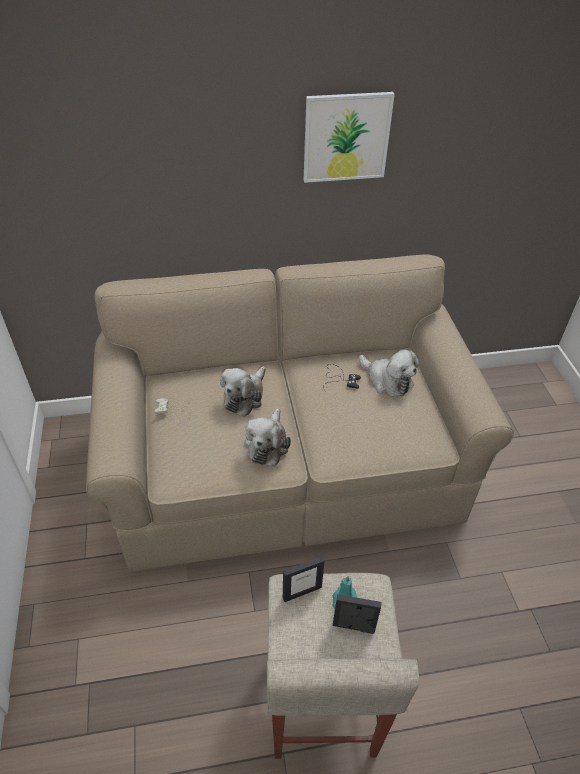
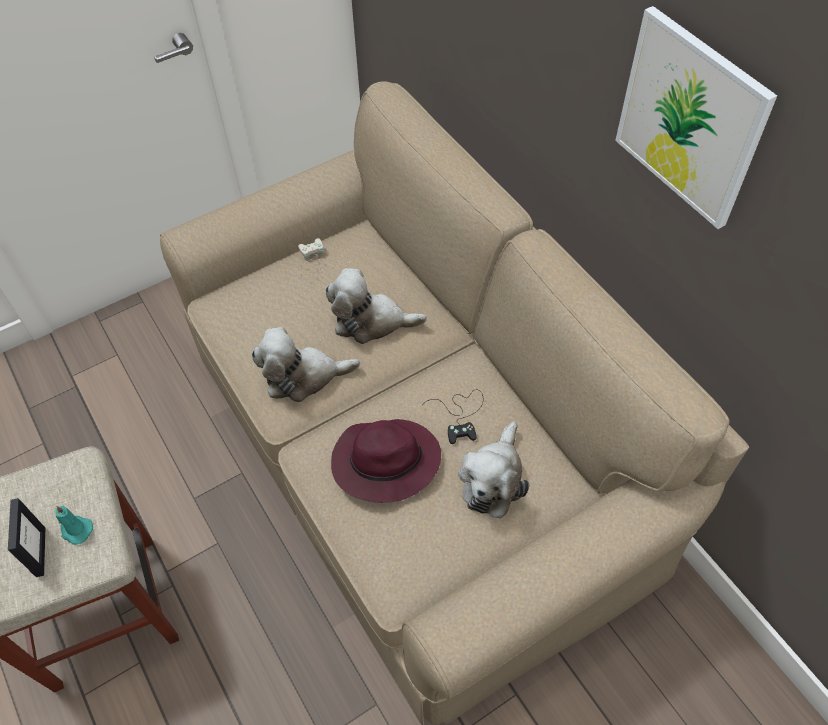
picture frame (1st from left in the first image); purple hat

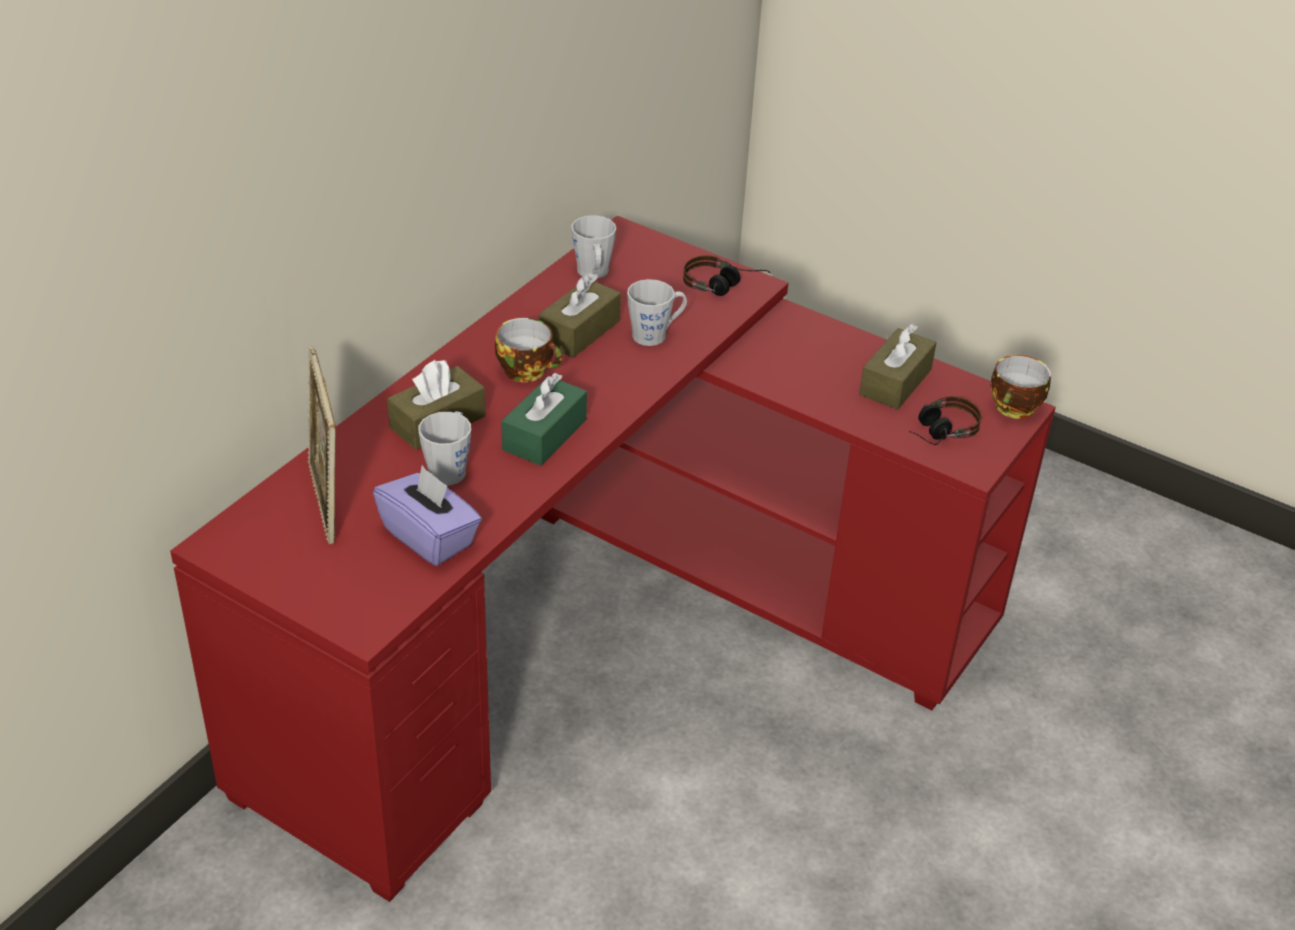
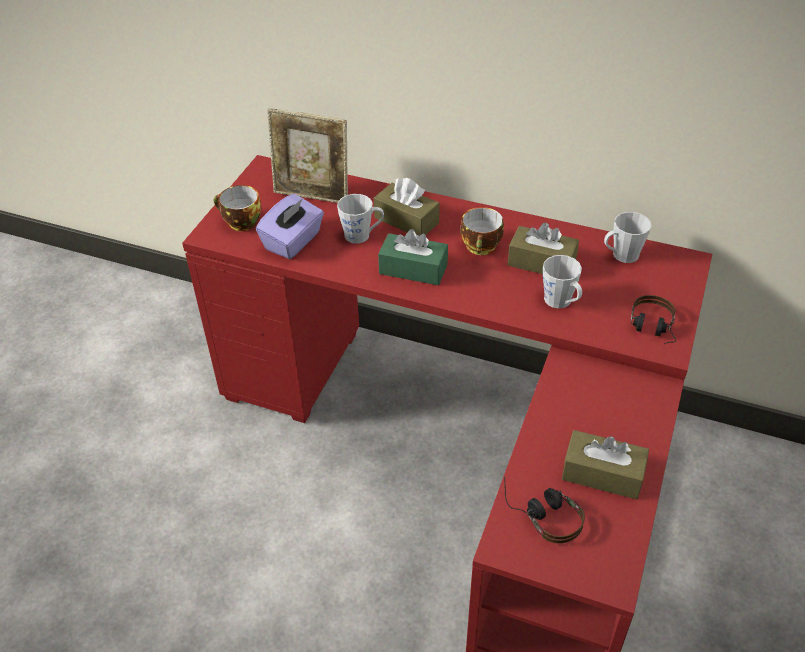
picture frame; cup (1st from left)

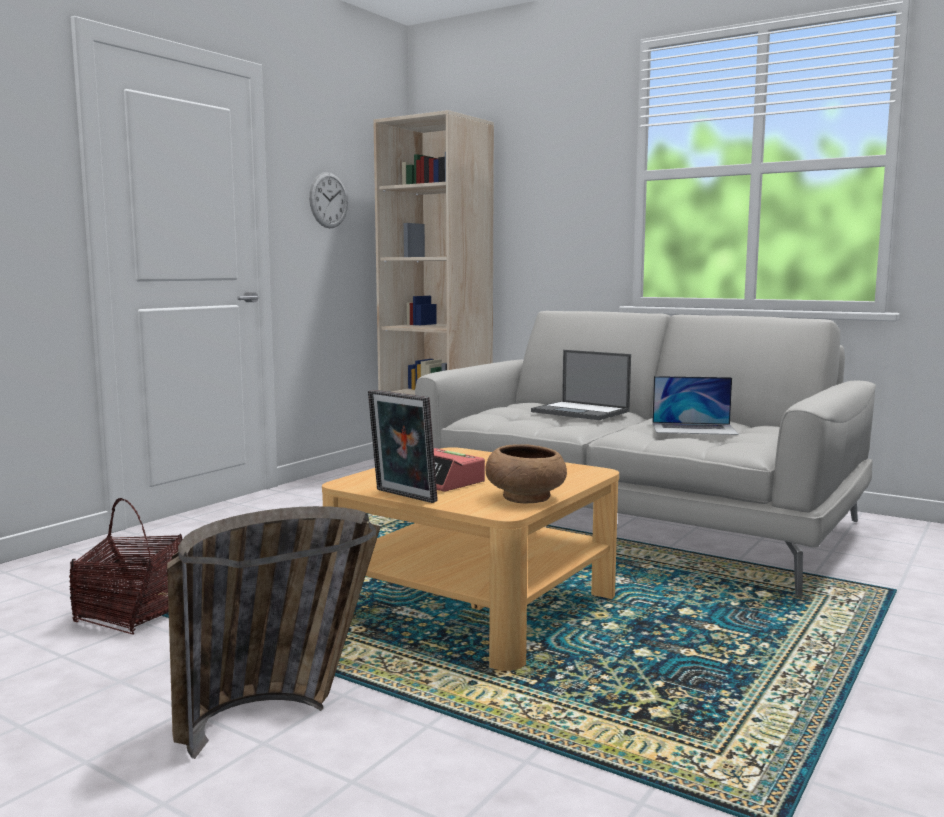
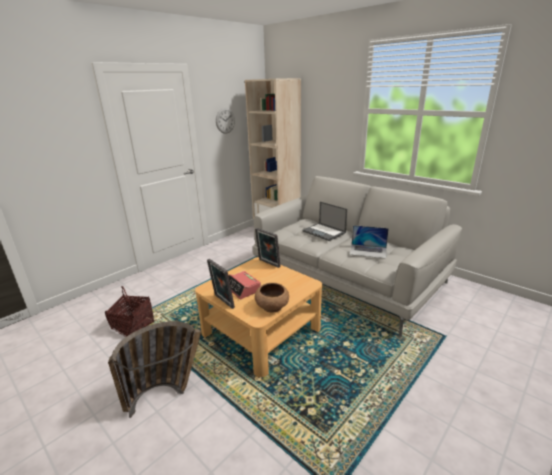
picture frame (2nd from left)

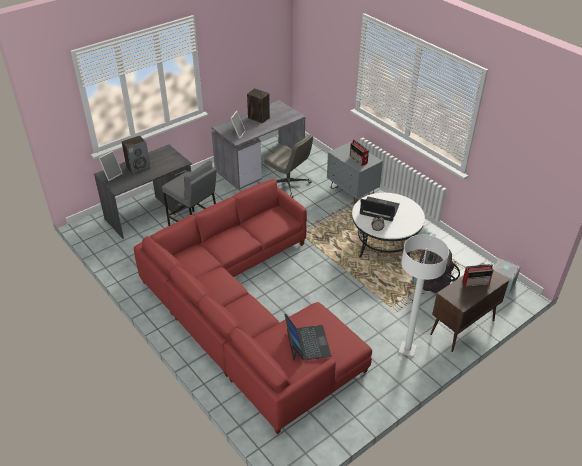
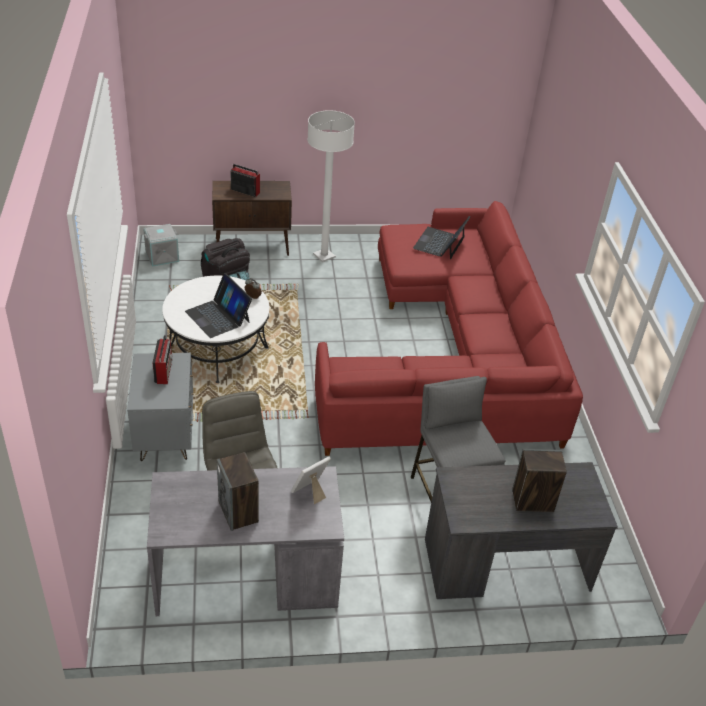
picture frame (1st from left in the first image)

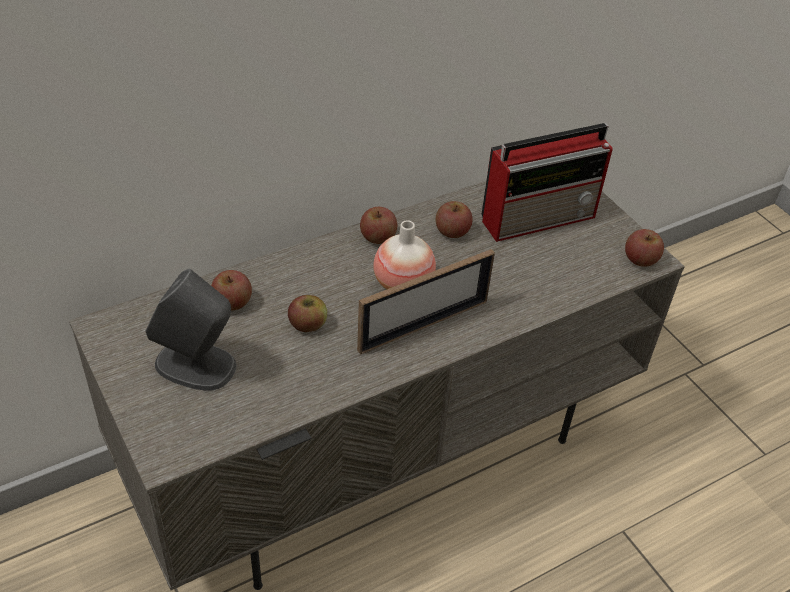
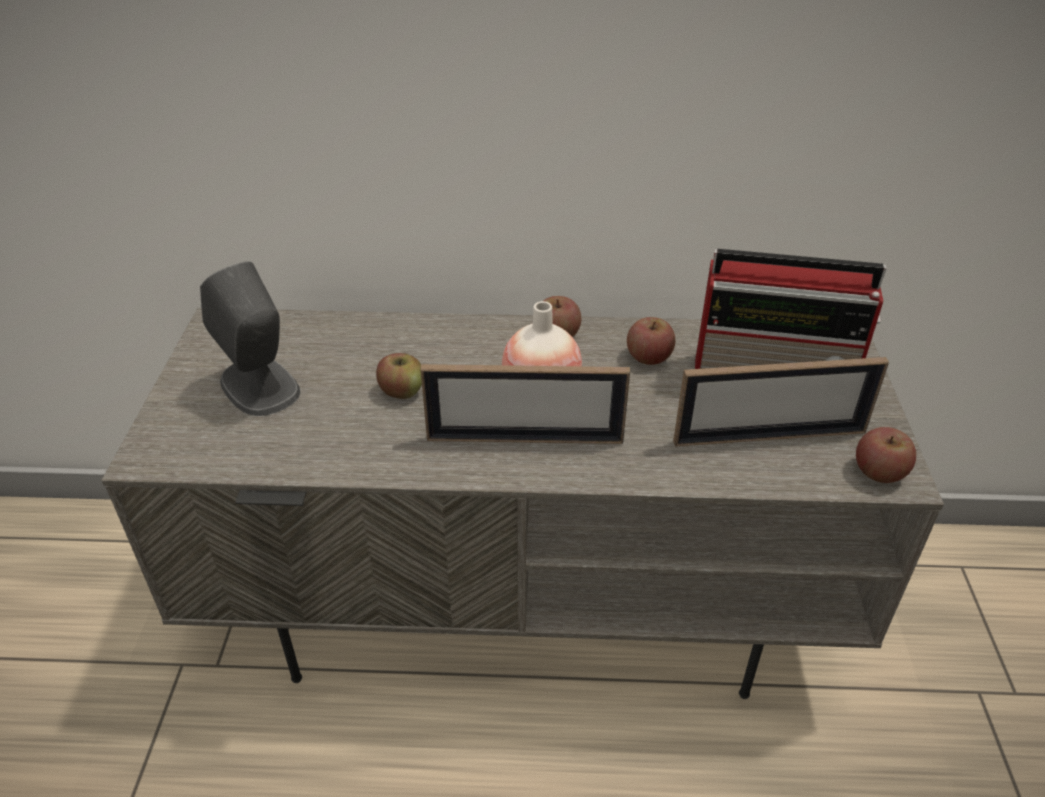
apple (1st from left in the first image); picture frame (2nd from left)

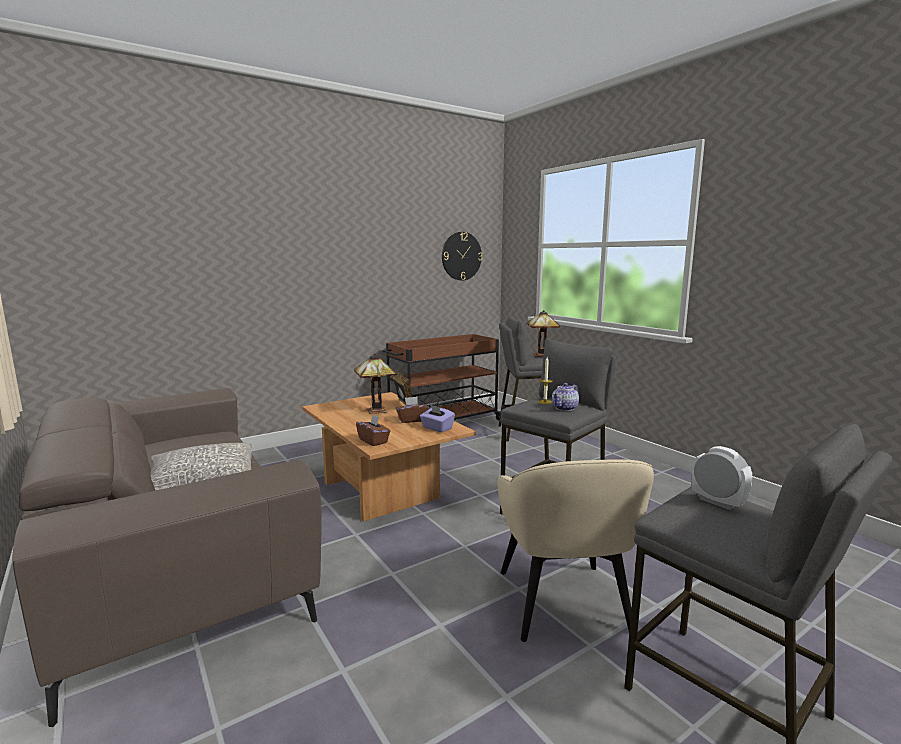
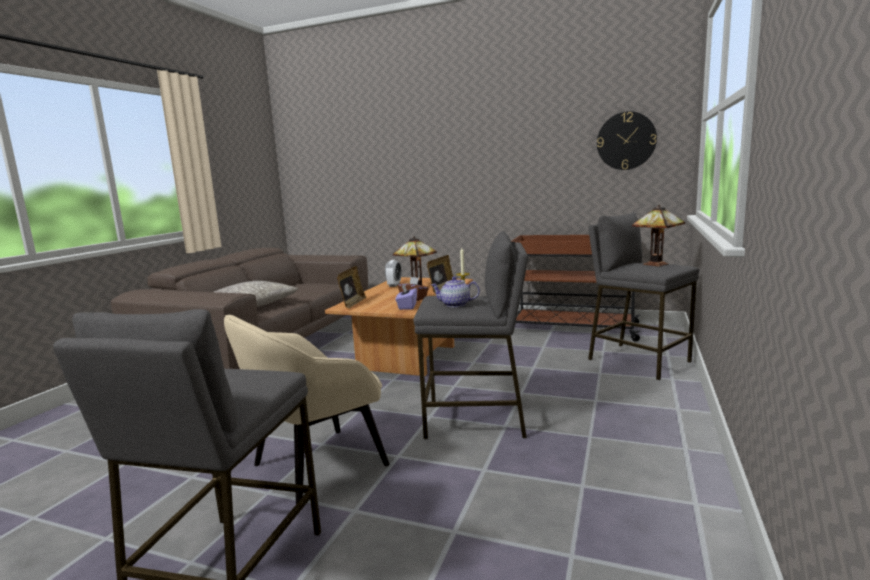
picture frame (1st from left); bedside clock

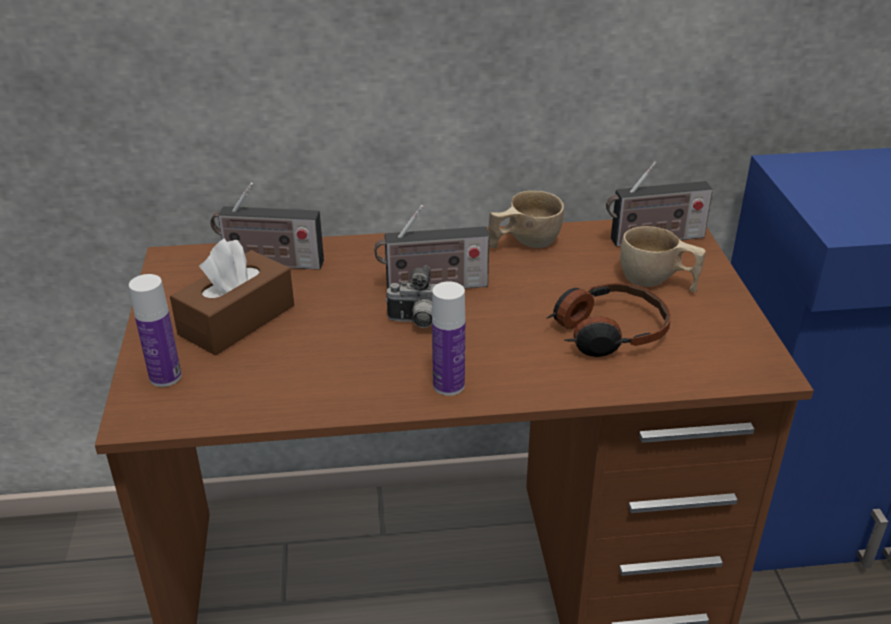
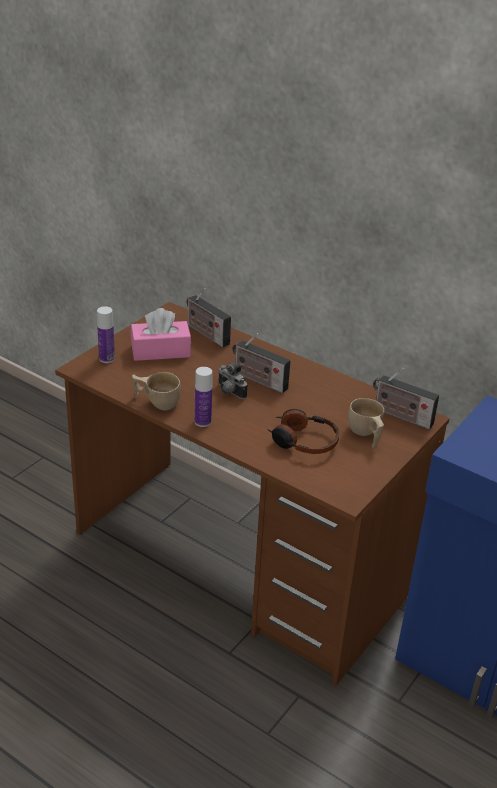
pink-coloured tissue box; beige-coloured cup (1st from left)

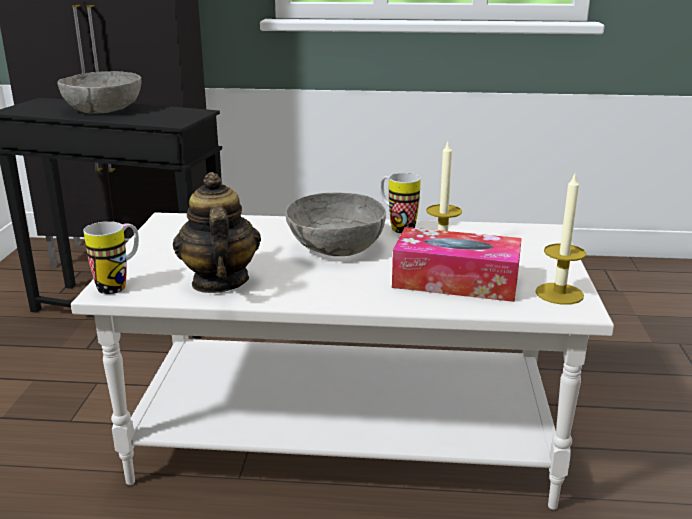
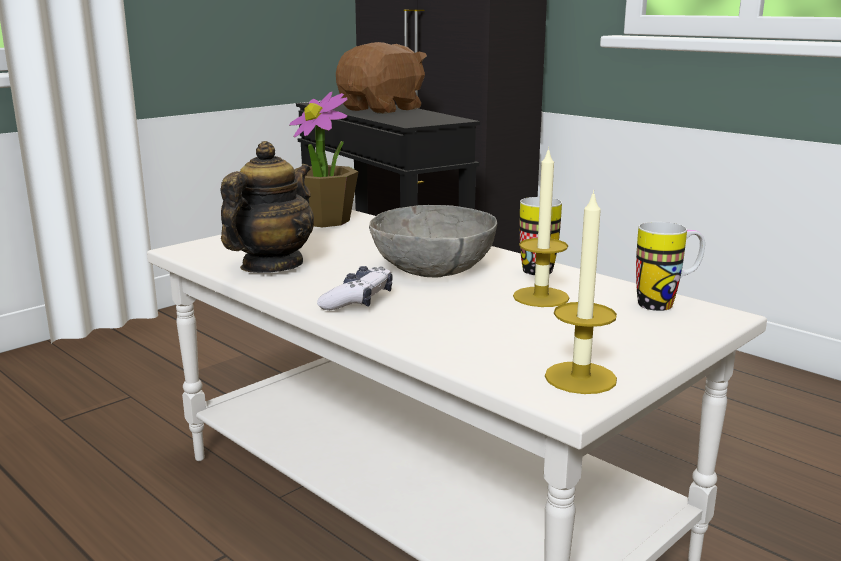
brownish plush toy; coffee mug (2nd from left); tissue box; plant in a pot; game controller

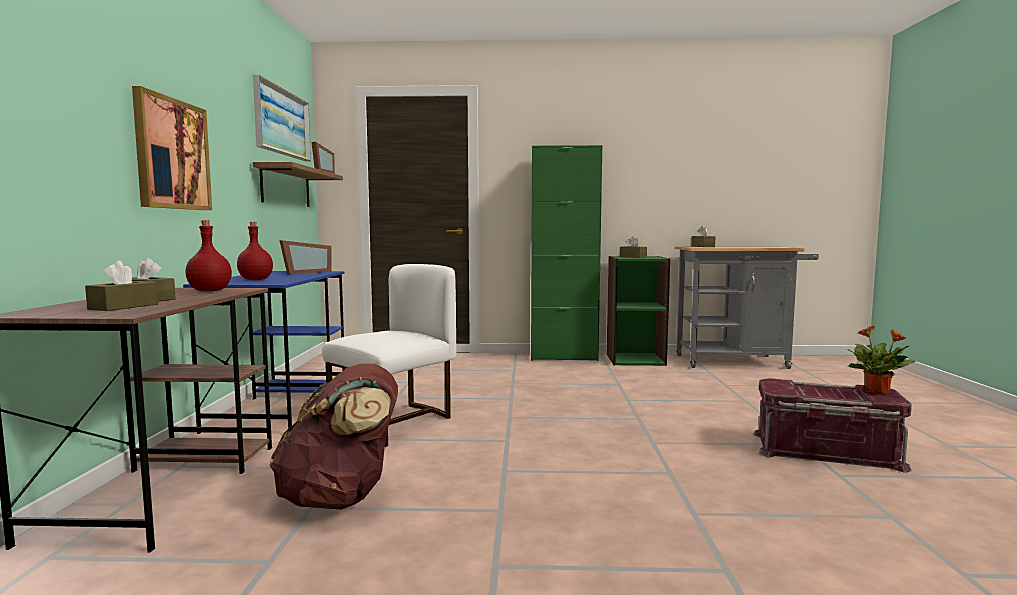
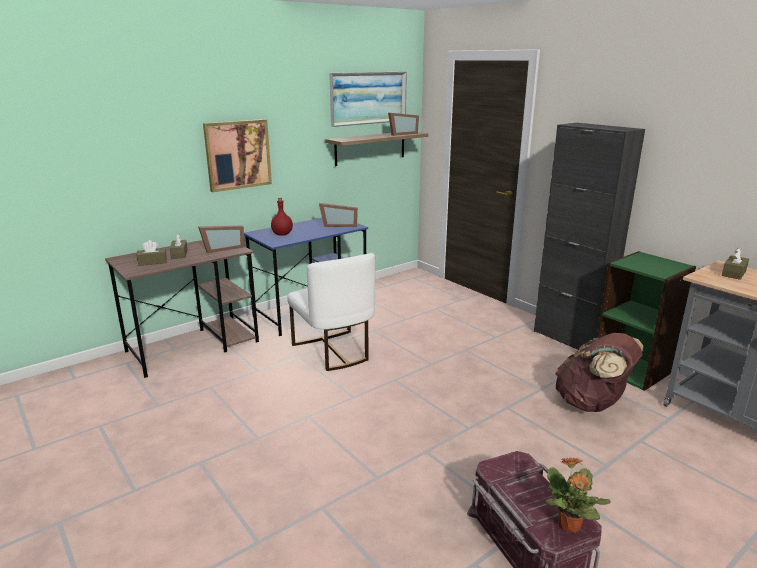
picture frame (1st from left); brownish rucksack; whitish chair; blackish cupboard; brownish tissue box (3rd from left in the first image)

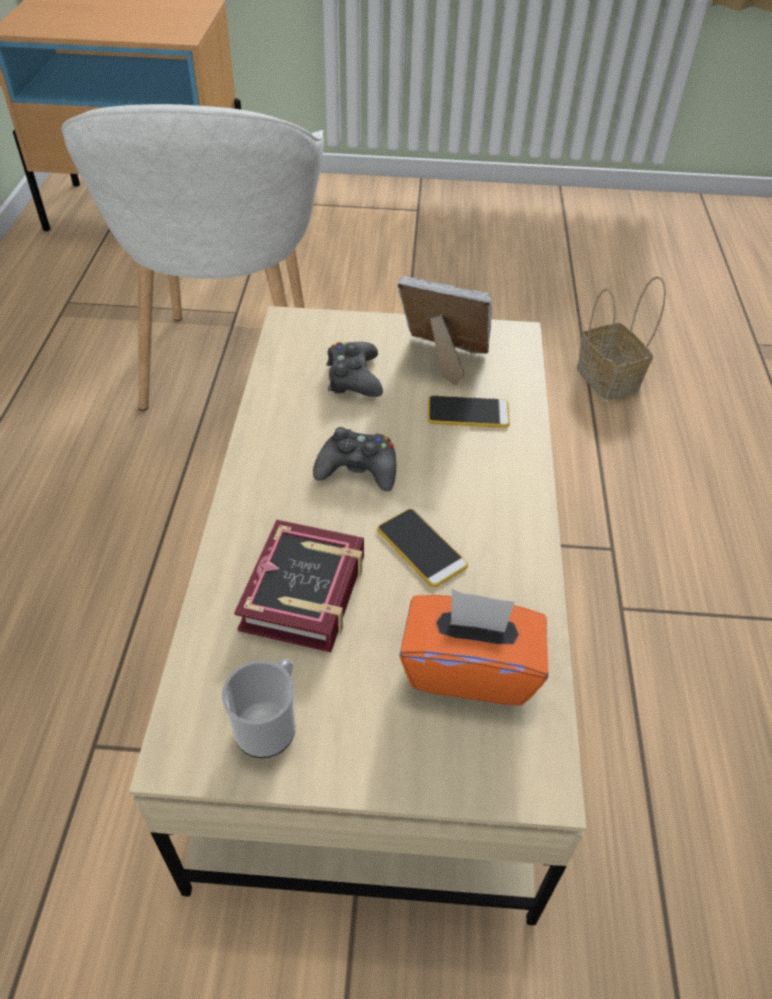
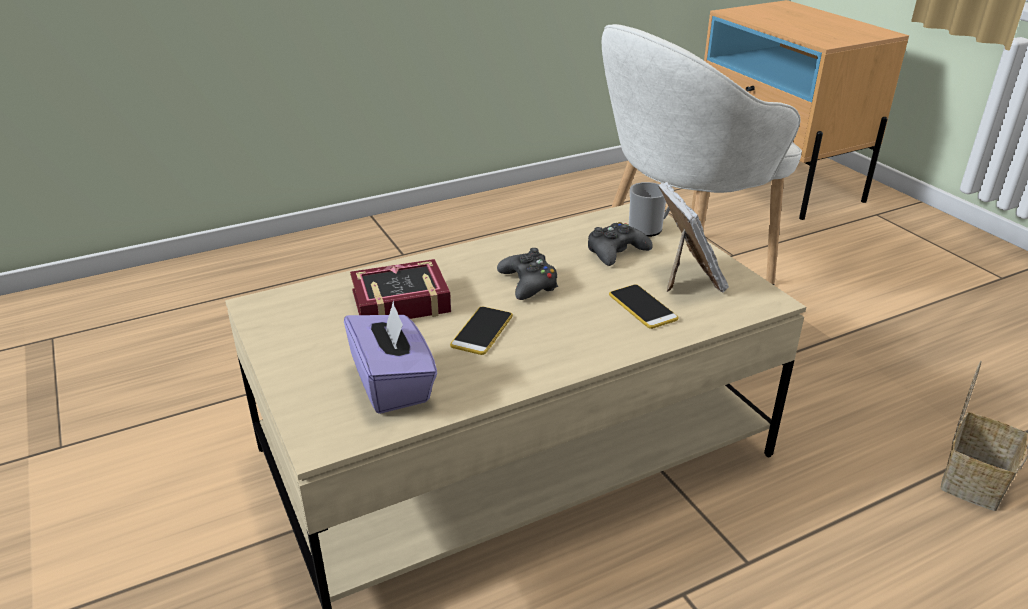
coffee mug; purple tissue box

